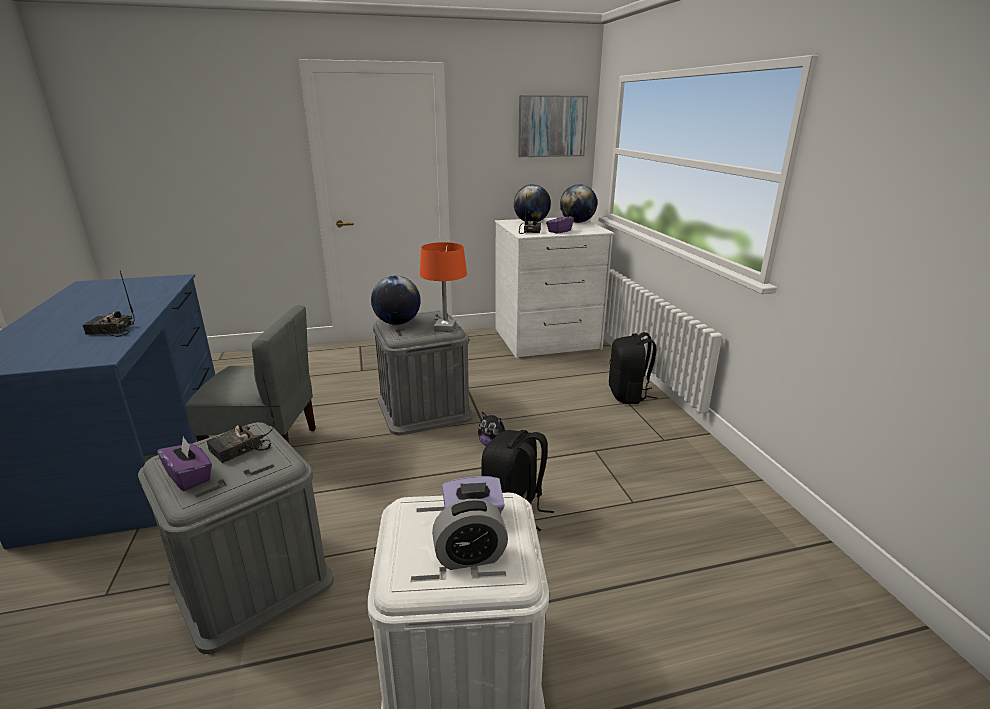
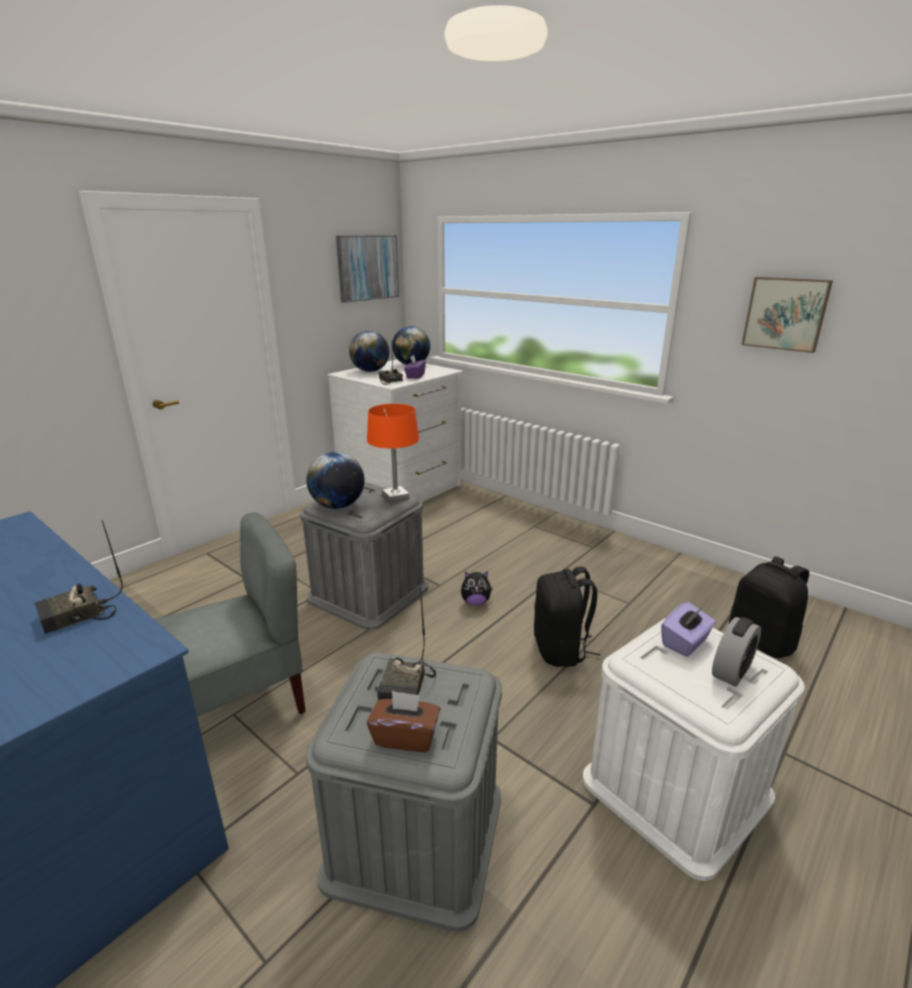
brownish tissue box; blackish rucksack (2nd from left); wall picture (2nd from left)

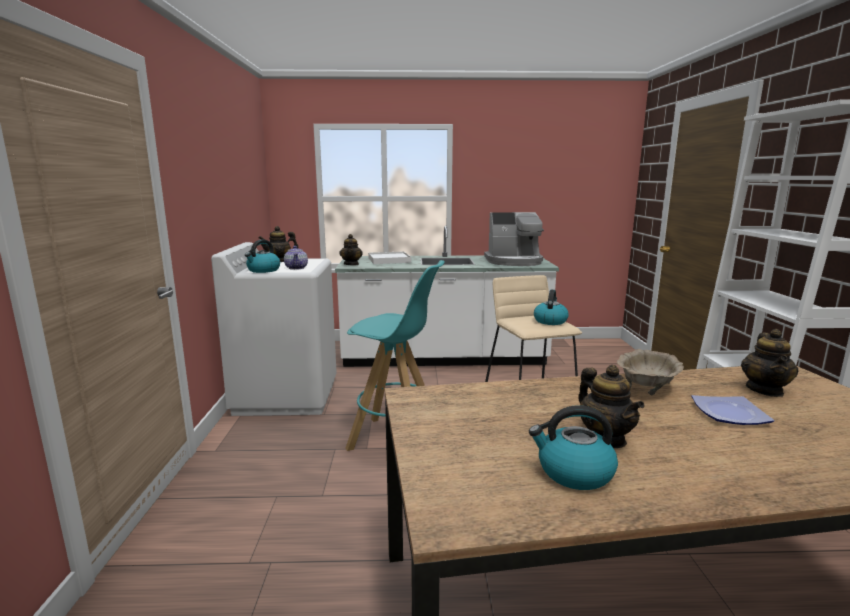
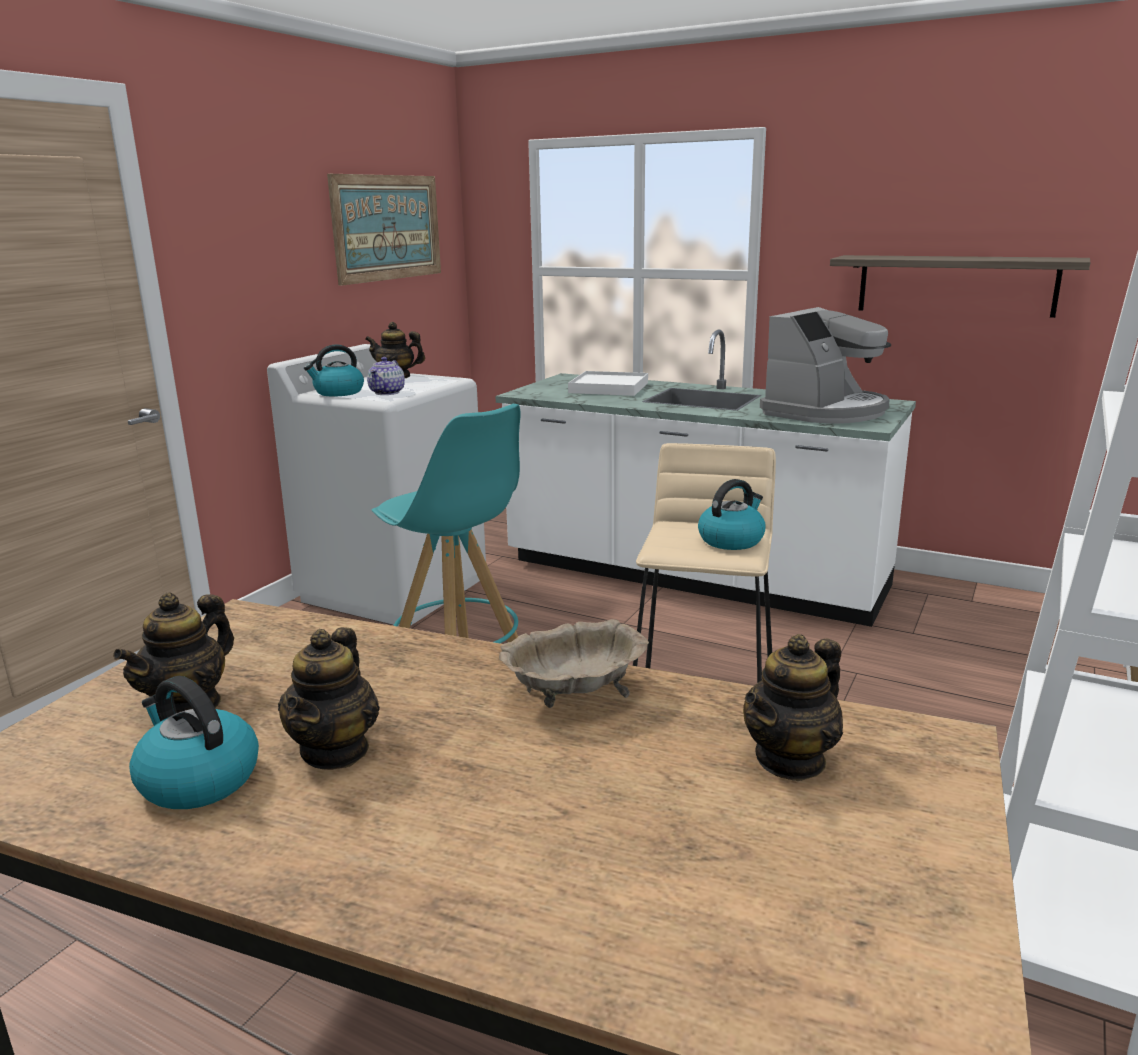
pot for tea (1st from left); coffee brewer; dinner plate; wall picture; wall shelf

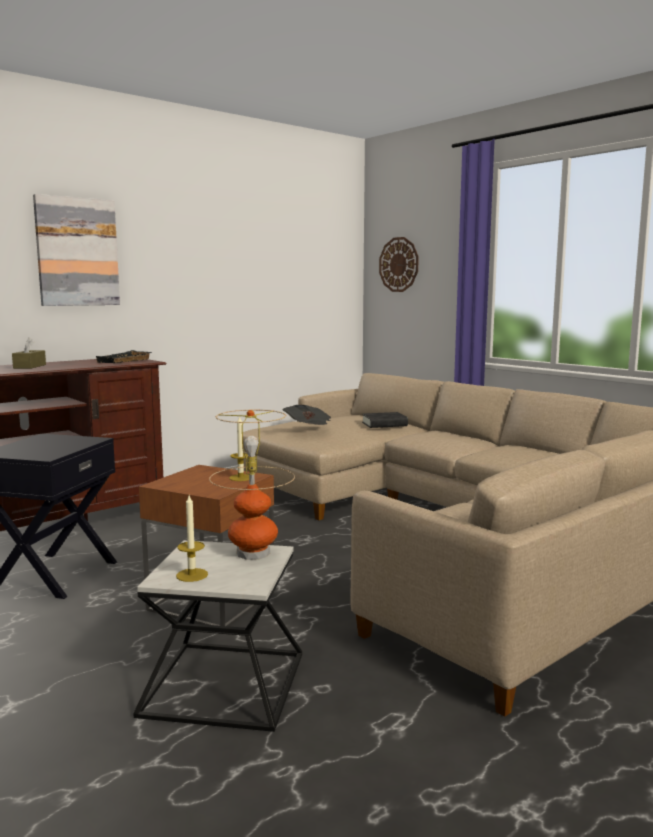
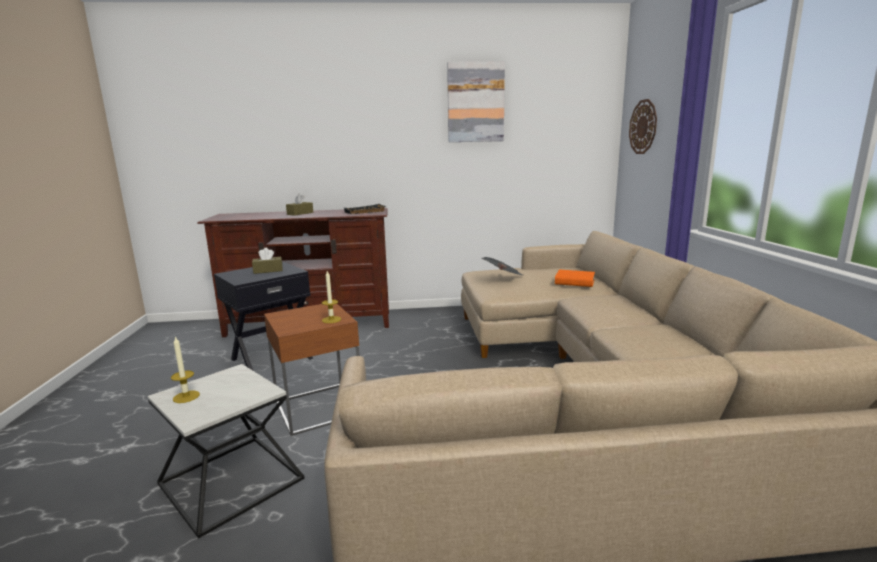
wall picture; tabletop lamp; orangey book; brownish tissue box (1st from left)

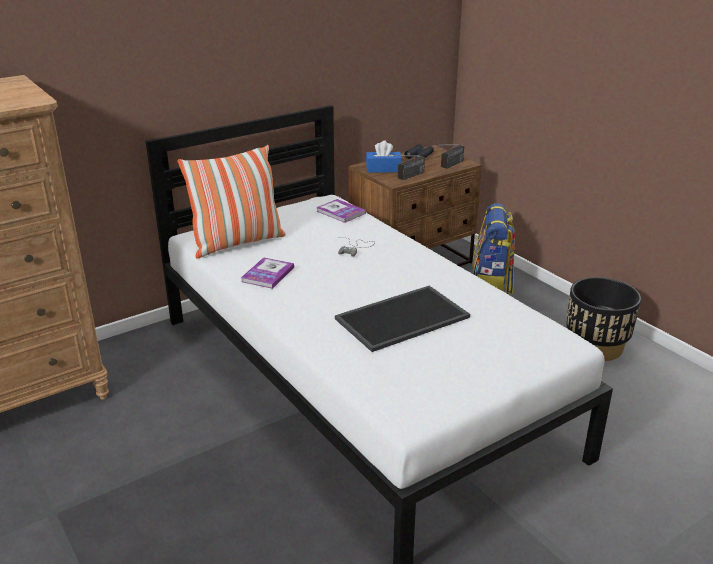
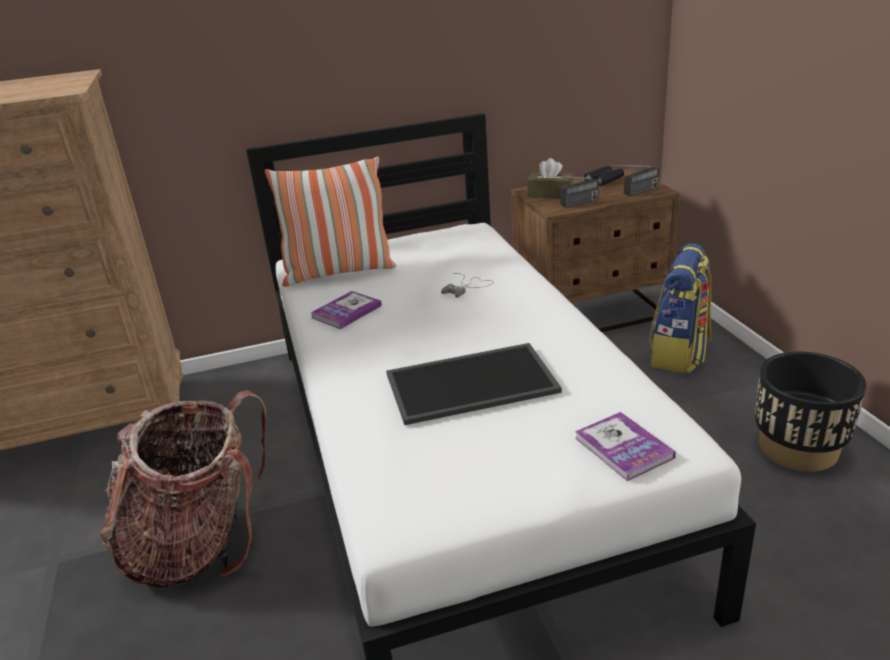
book (2nd from left); brownish tissue box; rucksack (1st from left)

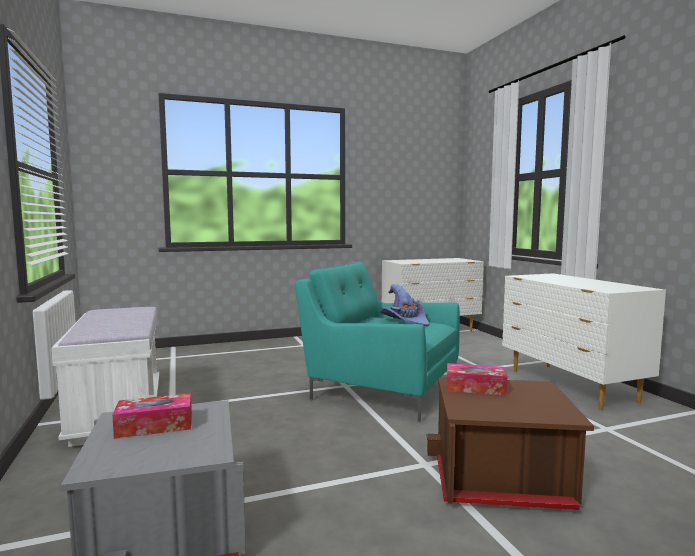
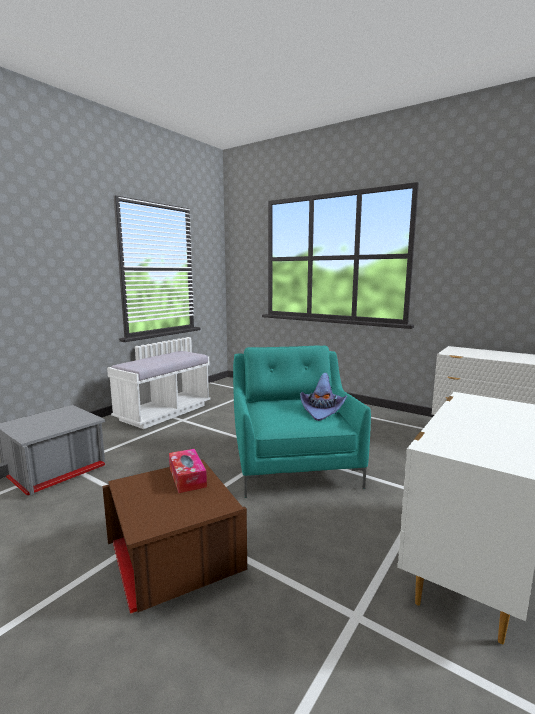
tissue box (1st from left in the first image)

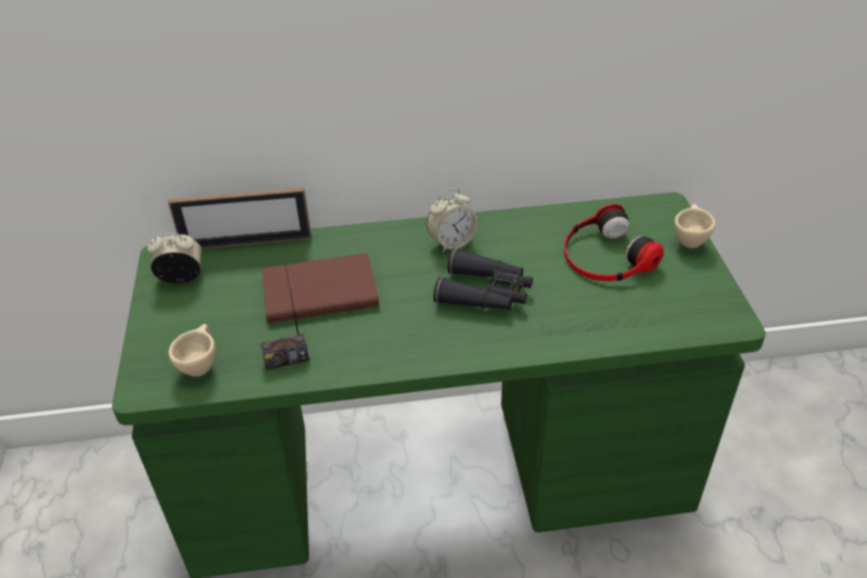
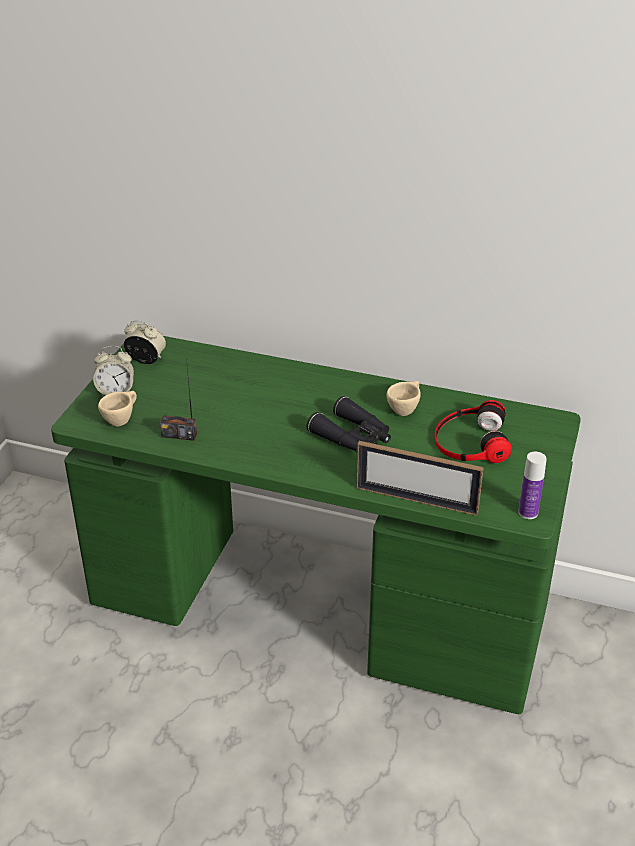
picture frame; brownish book; bedside clock (1st from left); beige-coloured cup (2nd from left); drink bottle

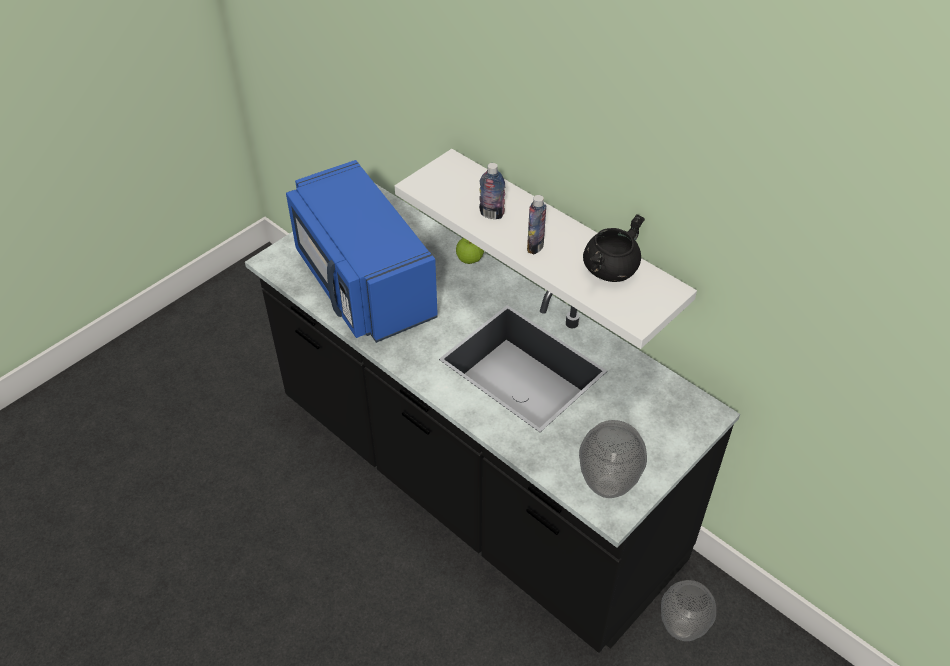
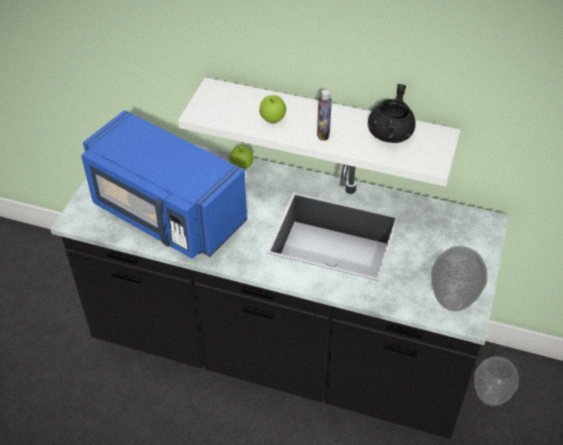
apple (2nd from left)

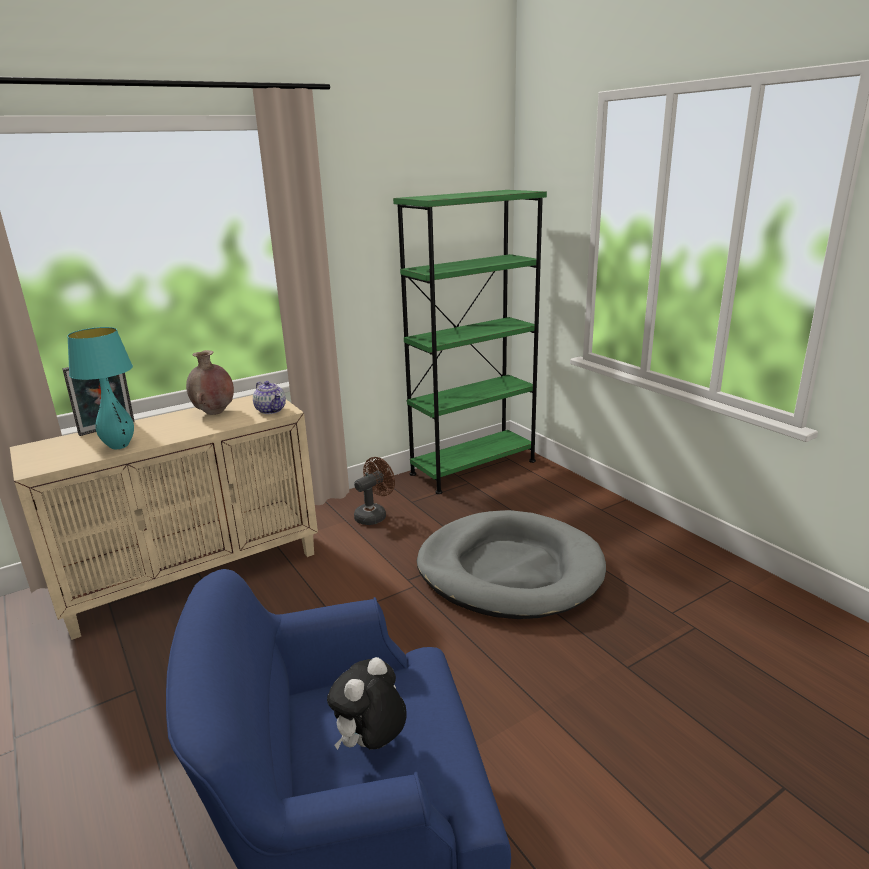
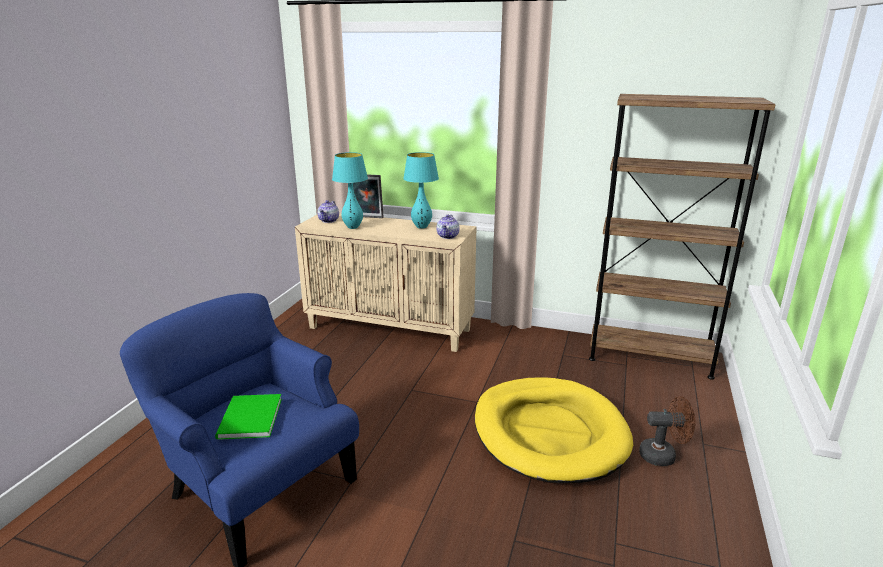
turquoise-coloured tabletop lamp (2nd from left); greenish book; brownish electric fan; brownish bookshelf; yellow-coloured dog bed; pot for tea (1st from left)

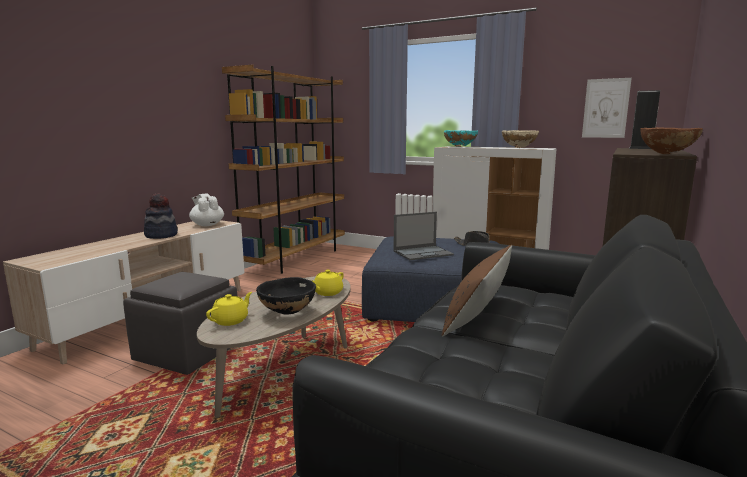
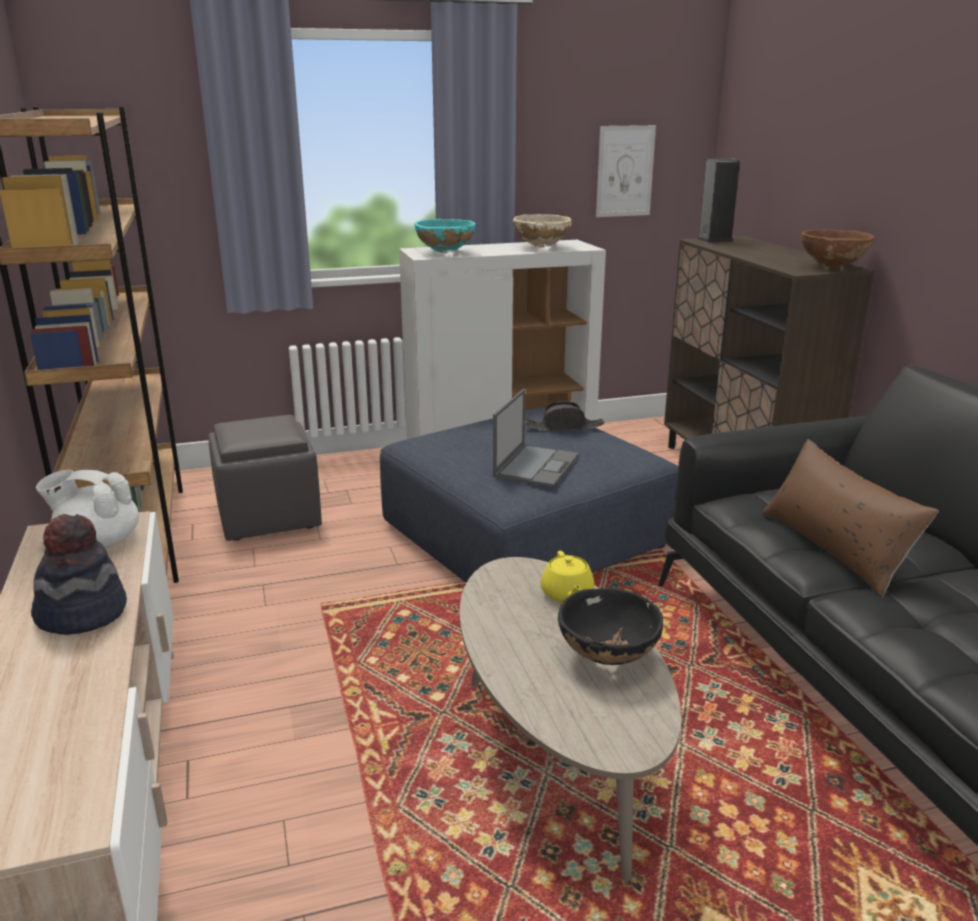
grey pouffe; yellow-coloured pot for tea (1st from left in the first image)

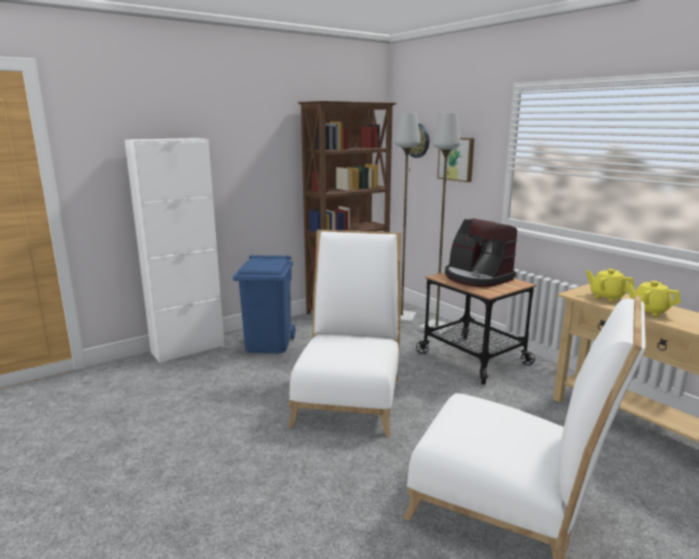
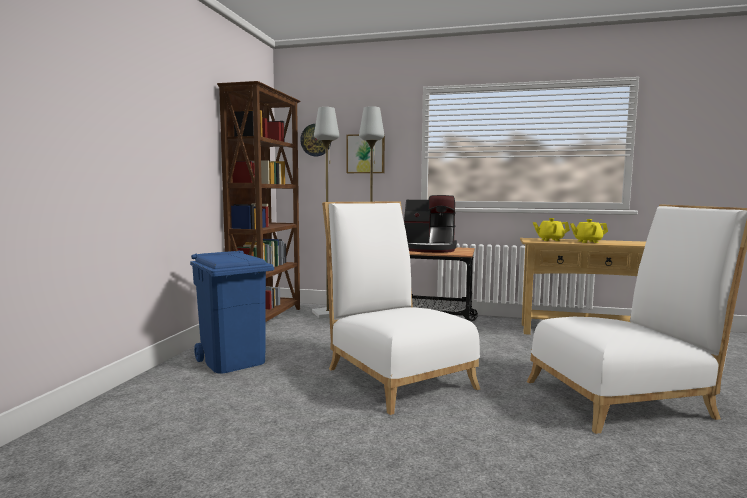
whitish cupboard

